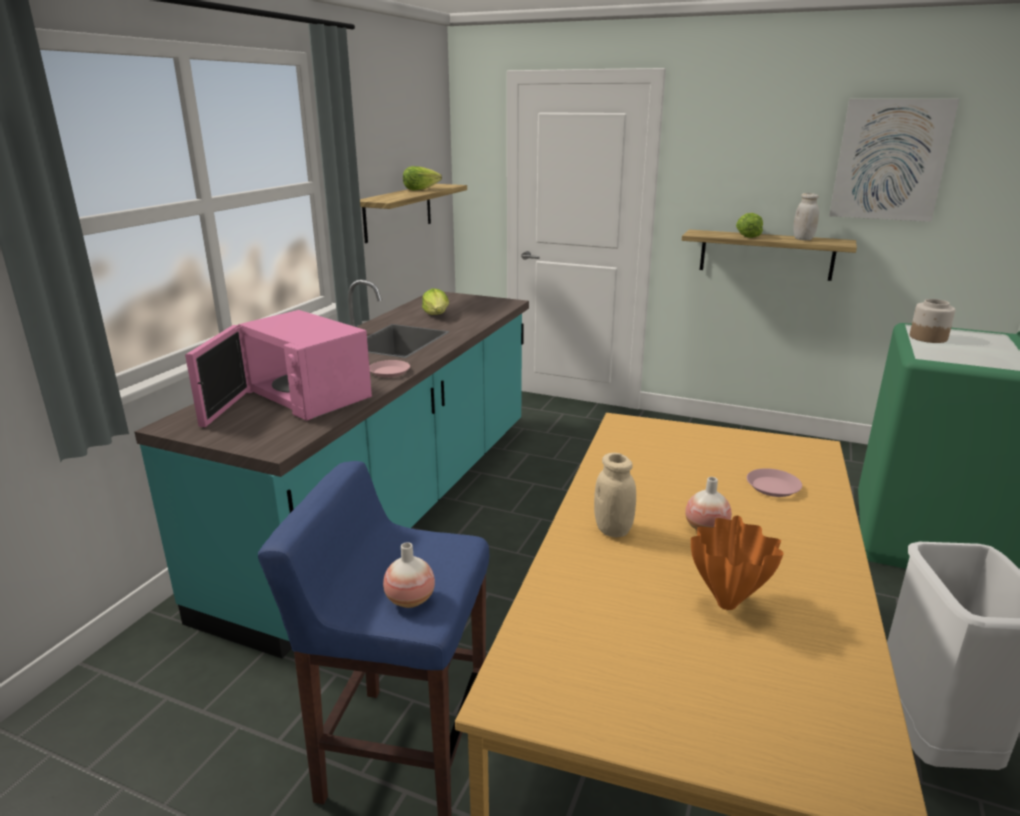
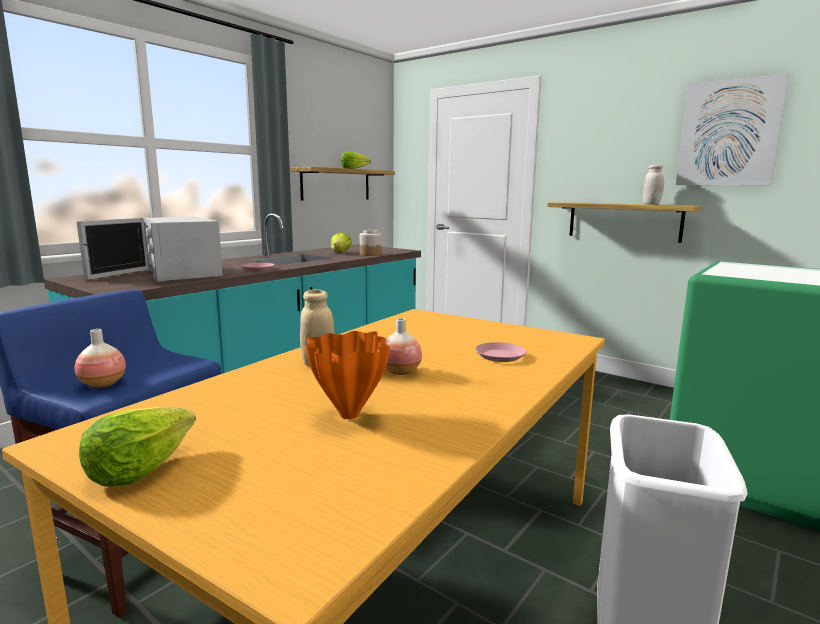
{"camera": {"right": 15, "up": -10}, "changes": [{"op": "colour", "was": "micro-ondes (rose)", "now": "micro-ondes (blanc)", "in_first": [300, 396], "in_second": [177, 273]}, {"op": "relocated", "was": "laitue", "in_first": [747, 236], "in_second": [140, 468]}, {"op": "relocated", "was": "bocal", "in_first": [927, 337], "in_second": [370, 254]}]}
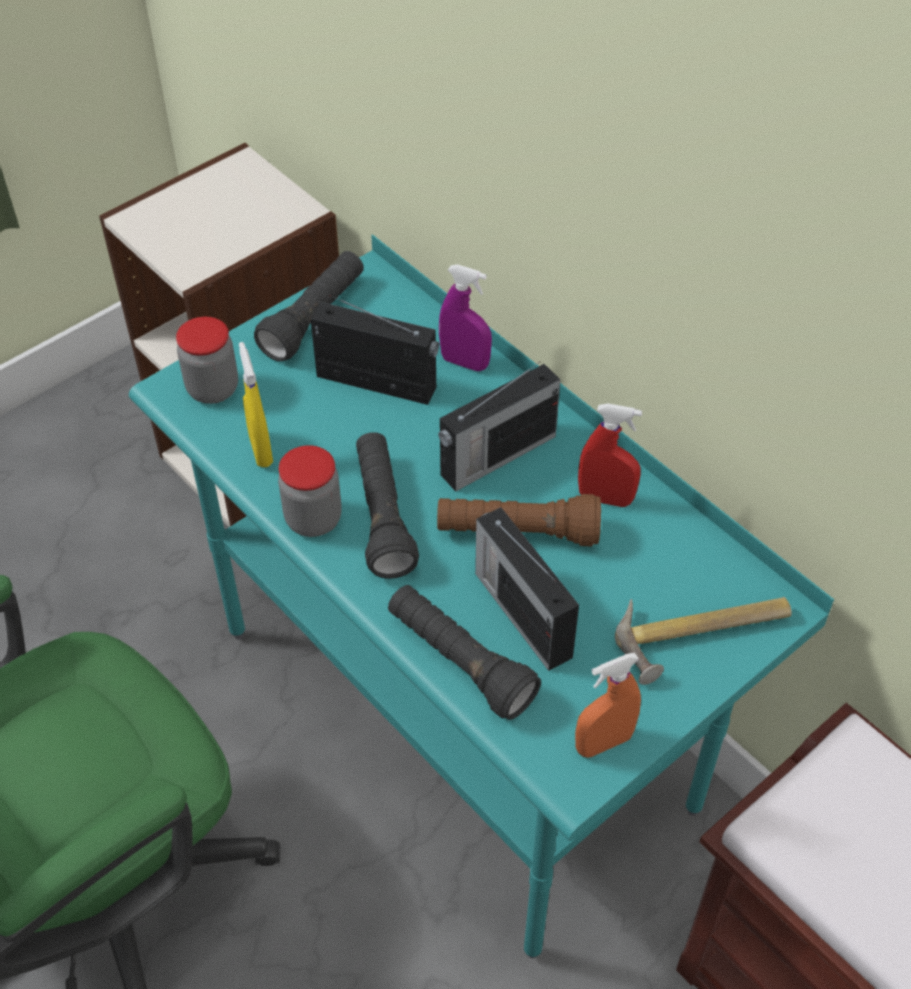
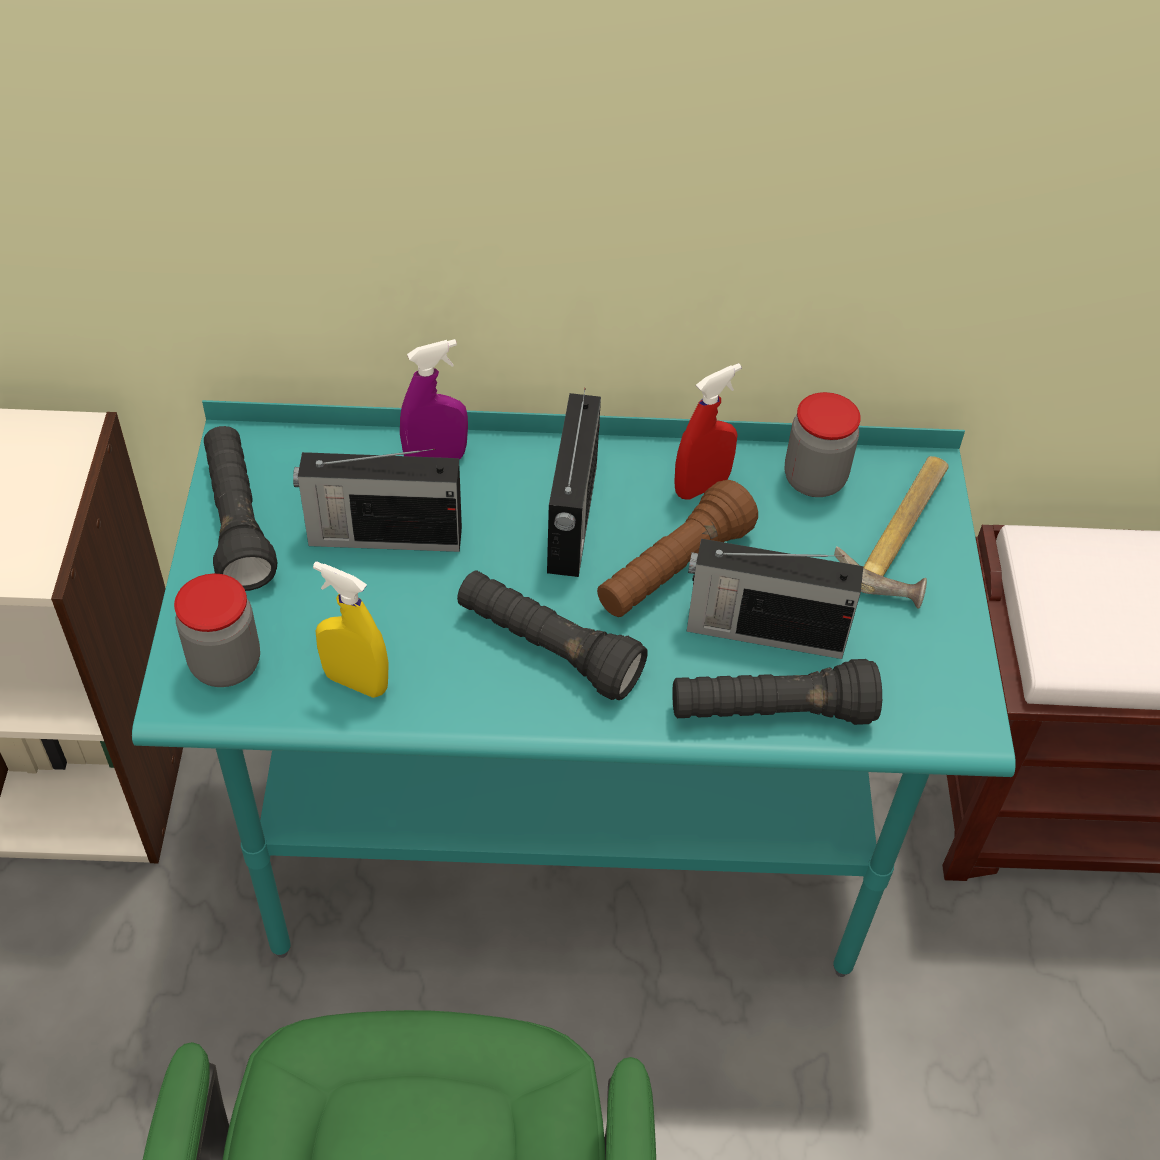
{"camera": {"right": -50, "up": 0}, "changes": [{"op": "spun", "was": "radio", "in_first": [378, 383], "in_second": [382, 536], "clockwise": -150}, {"op": "relocated", "was": "bocal", "in_first": [313, 519], "in_second": [814, 479]}, {"op": "missing", "was": "vaporisateur (orange)", "in_first": [603, 743]}]}
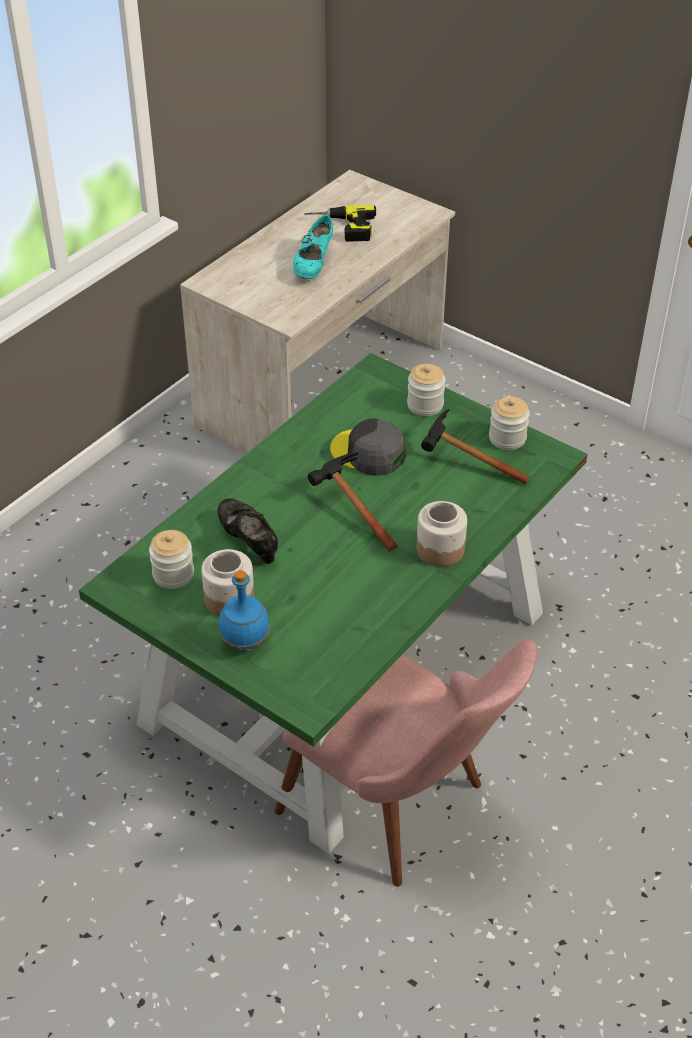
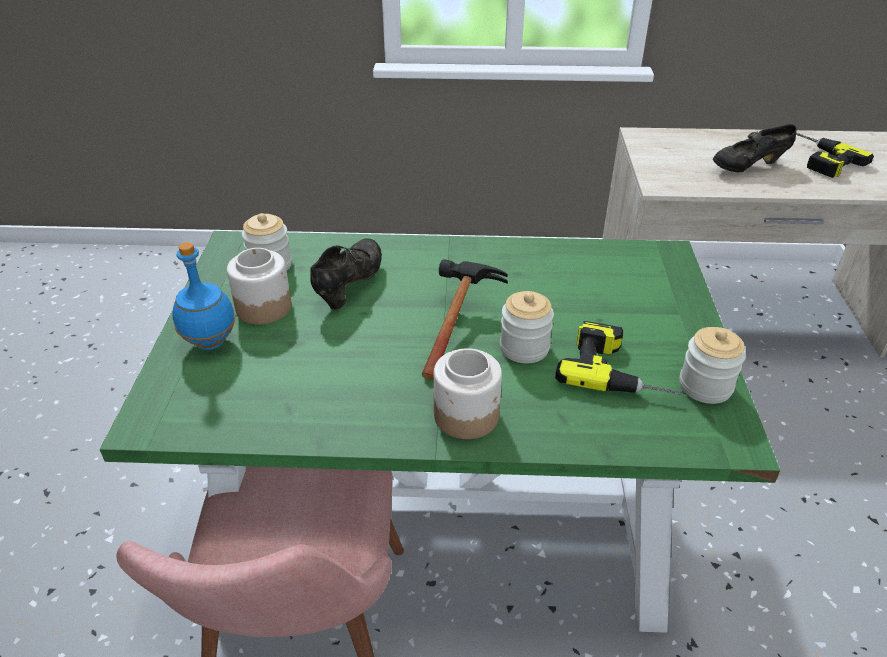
{"camera": {"right": 55, "up": -5}, "changes": [{"op": "relocated", "was": "bocal", "in_first": [425, 405], "in_second": [524, 348]}, {"op": "exchanged", "was": "marteau", "now": "perceuse", "in_first": [462, 463], "in_second": [620, 370]}, {"op": "colour", "was": "chaussure (turquoise)", "now": "chaussure (noir)", "in_first": [313, 265], "in_second": [748, 167]}, {"op": "missing", "was": "casquette (gris)", "in_first": [368, 453]}]}
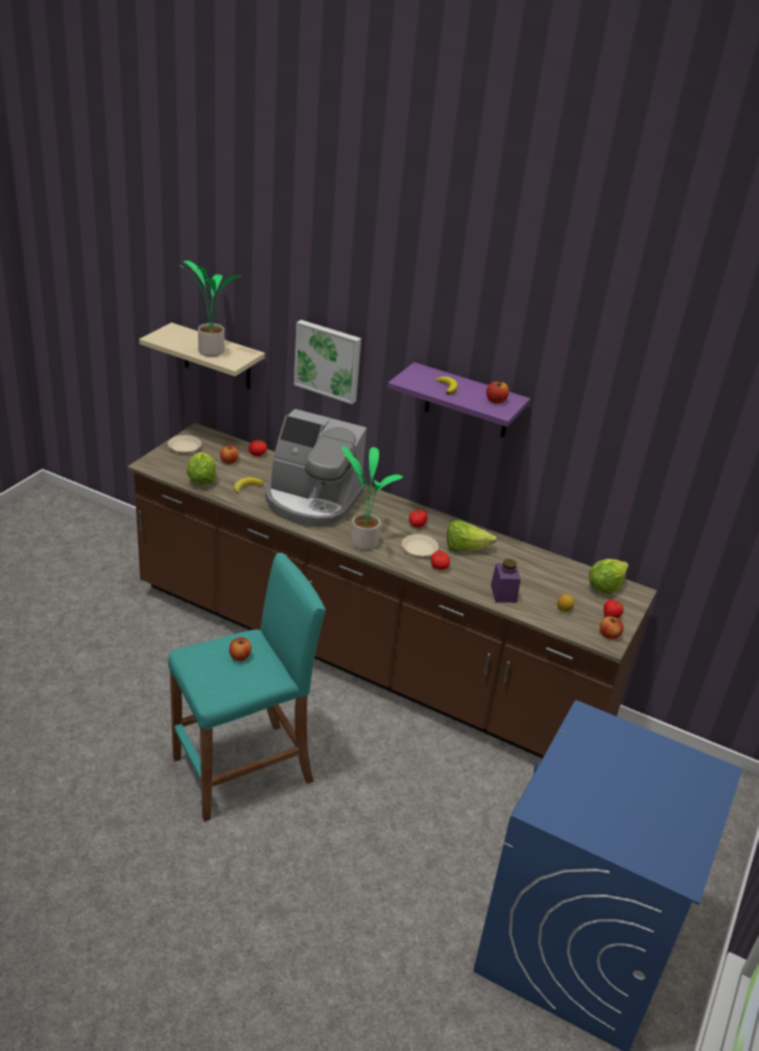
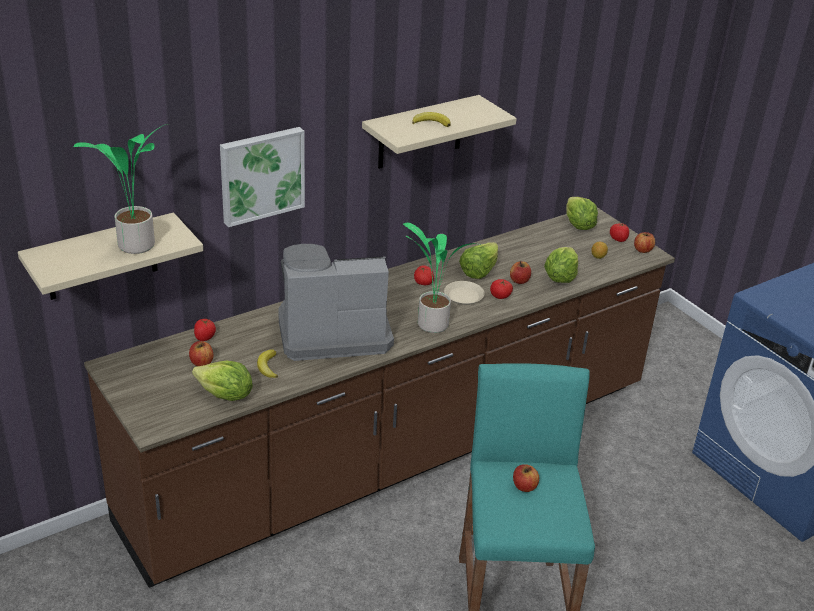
{"camera": {"right": -60, "up": 0}, "changes": [{"op": "spun", "was": "machine à café", "in_first": [312, 501], "in_second": [331, 331], "clockwise": -150}, {"op": "colour", "was": "étagère (violet)", "now": "étagère (beige)", "in_first": [467, 402], "in_second": [420, 132]}, {"op": "relocated", "was": "pomme", "in_first": [496, 401], "in_second": [519, 280]}, {"op": "exchanged", "was": "bocal (violet)", "now": "laitue", "in_first": [503, 593], "in_second": [560, 277]}, {"op": "missing", "was": "assiette (beige)", "in_first": [184, 447]}]}
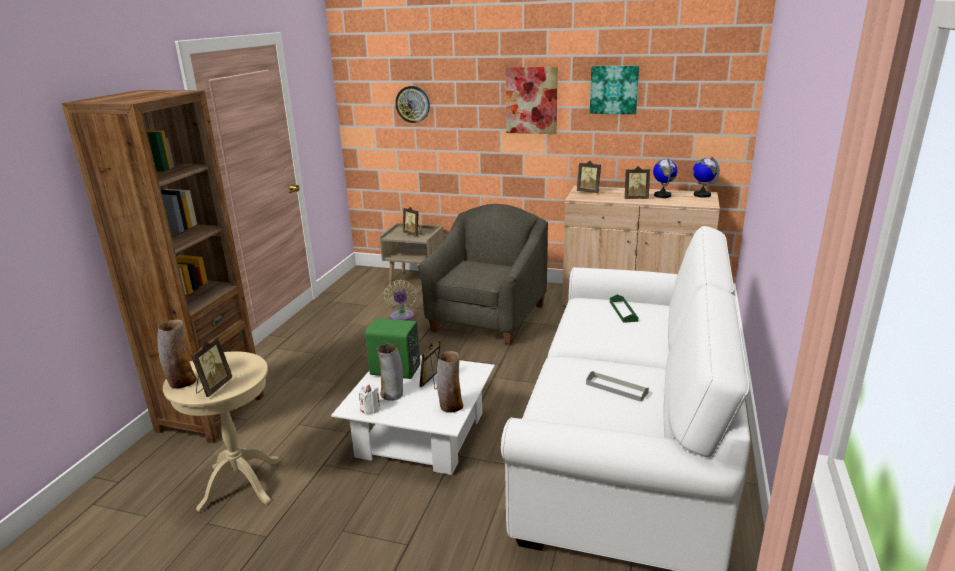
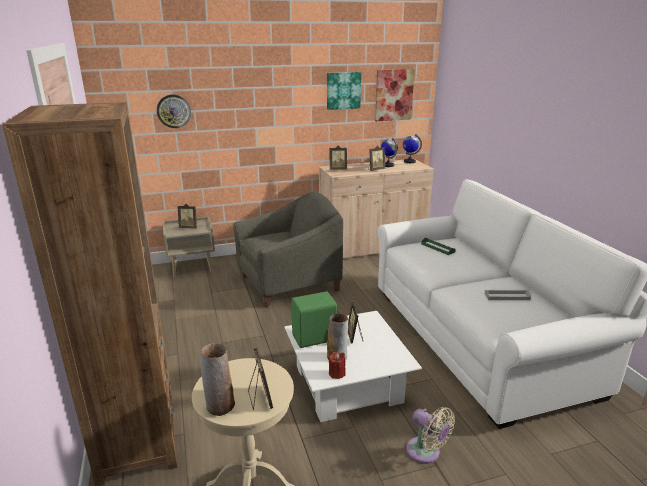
{"camera": {"right": -35, "up": 0}, "changes": [{"op": "spun", "was": "fauteuil (gris)", "in_first": [487, 318], "in_second": [288, 283], "clockwise": 75}, {"op": "colour", "was": "bougie (blanc)", "now": "bougie (rouge)", "in_first": [370, 409], "in_second": [337, 373]}, {"op": "relocated", "was": "tableau", "in_first": [531, 100], "in_second": [393, 95]}, {"op": "relocated", "was": "ventilateur (beige)", "in_first": [402, 317], "in_second": [426, 453]}, {"op": "missing", "was": "vase", "in_first": [450, 406]}]}
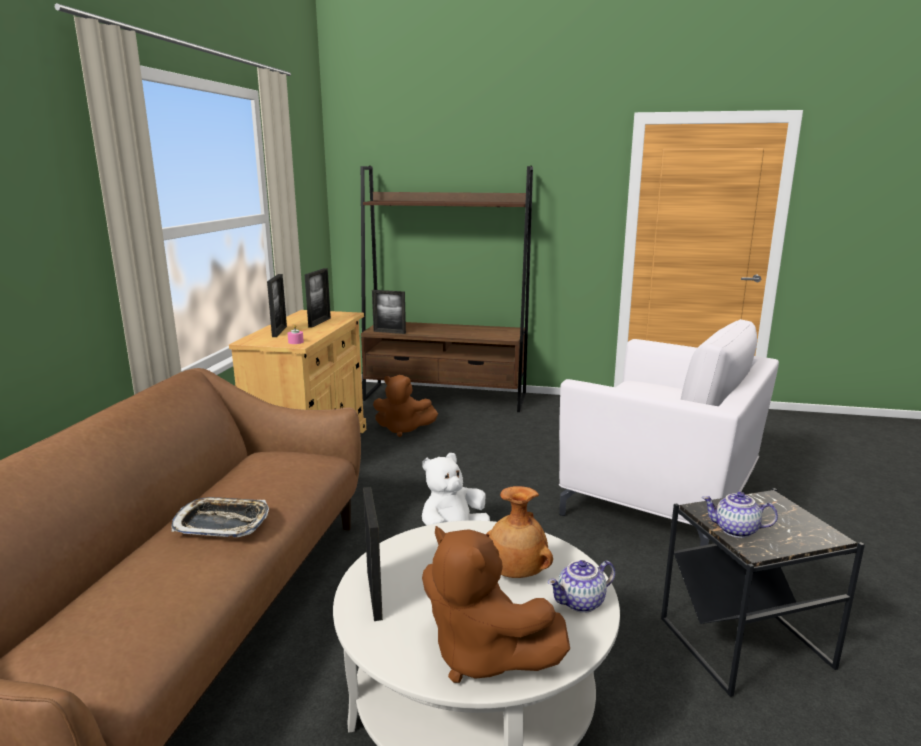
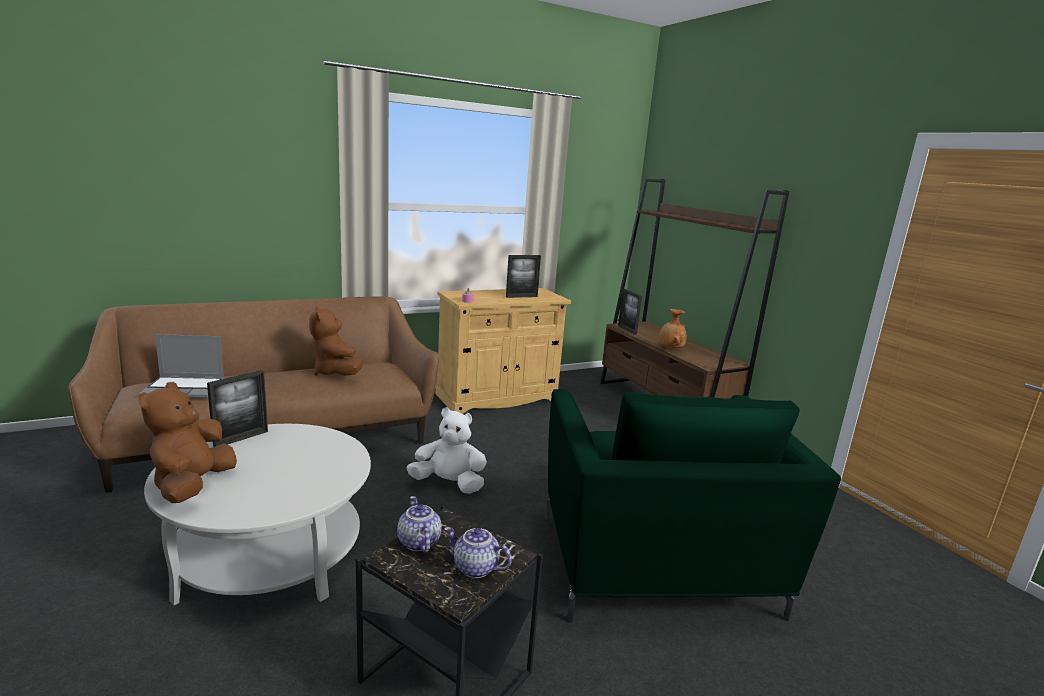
{"camera": {"right": 50, "up": 0}, "changes": [{"op": "appeared", "now": "ordinateur portable", "in_second": [185, 389]}, {"op": "relocated", "was": "peluche (marron)", "in_first": [403, 429], "in_second": [336, 373]}, {"op": "relocated", "was": "théière", "in_first": [581, 603], "in_second": [474, 568]}, {"op": "colour", "was": "fauteuil (blanc)", "now": "fauteuil (vert)", "in_first": [662, 498], "in_second": [654, 566]}, {"op": "relocated", "was": "vase (marron)", "in_first": [516, 573], "in_second": [670, 349]}, {"op": "missing", "was": "plateau", "in_first": [222, 523]}, {"op": "missing", "was": "cadre photo", "in_first": [279, 331]}]}
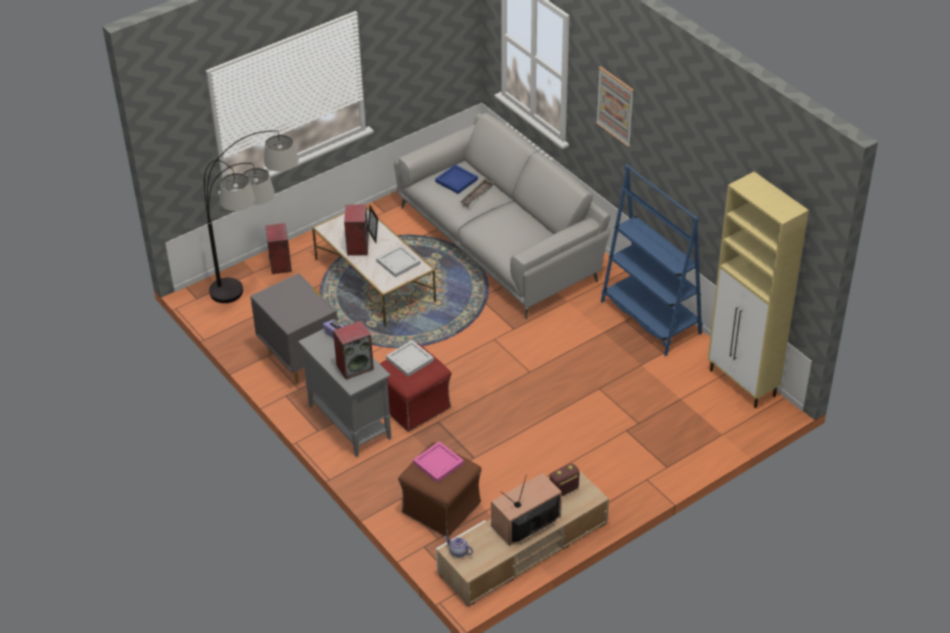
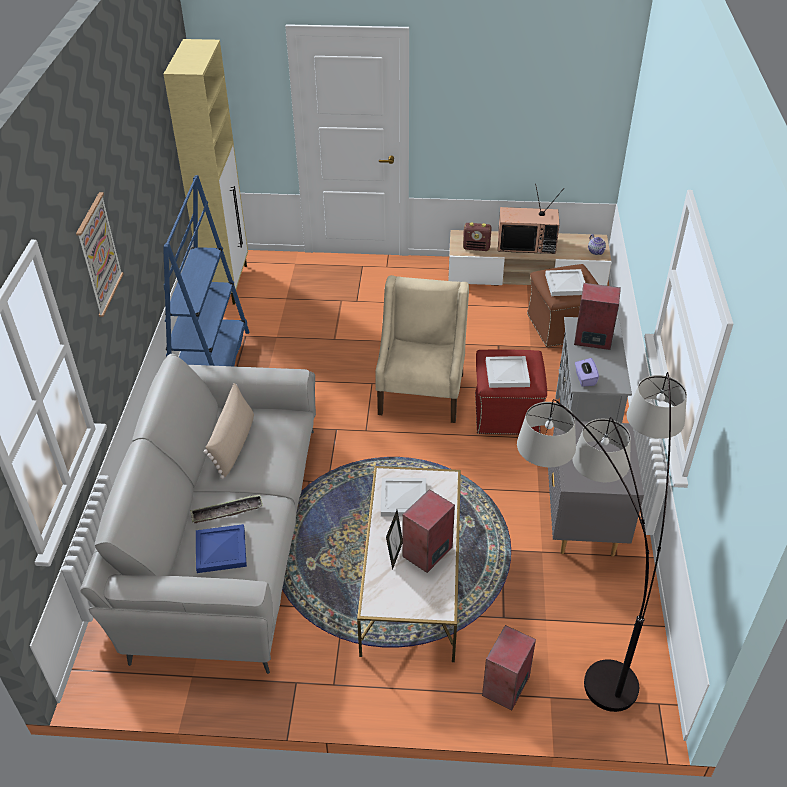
{"camera": {"right": -140, "up": 0}, "changes": [{"op": "appeared", "now": "coussin (beige)", "in_second": [233, 444]}, {"op": "appeared", "now": "fauteuil (beige)", "in_second": [422, 393]}, {"op": "colour", "was": "plateau (rose)", "now": "plateau (blanc)", "in_first": [438, 462], "in_second": [565, 285]}]}
